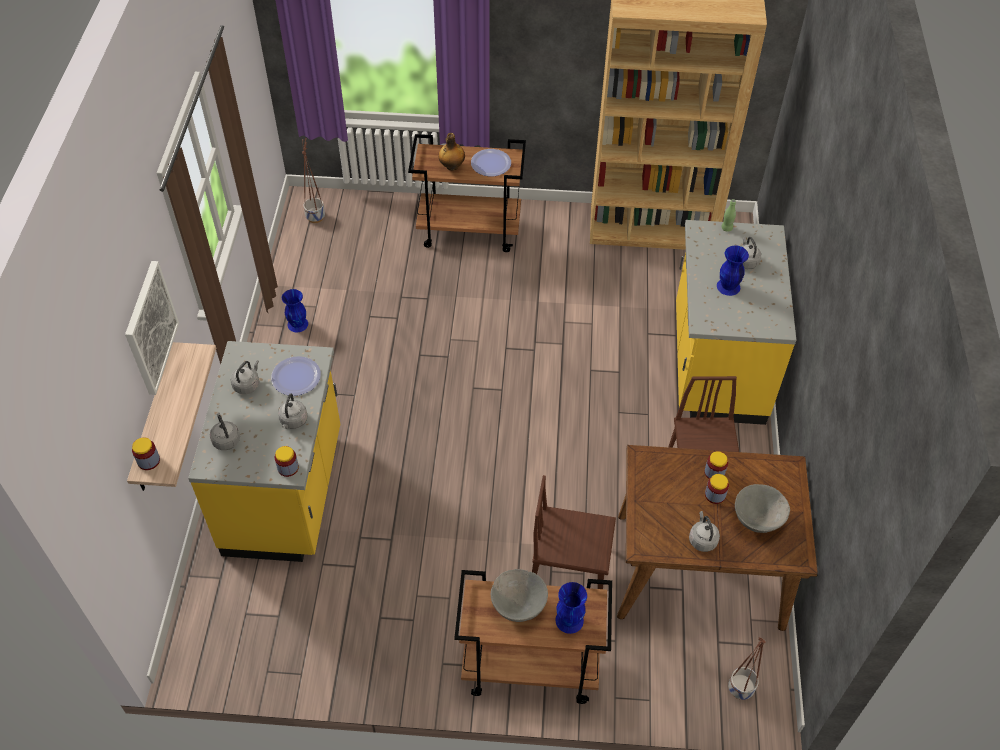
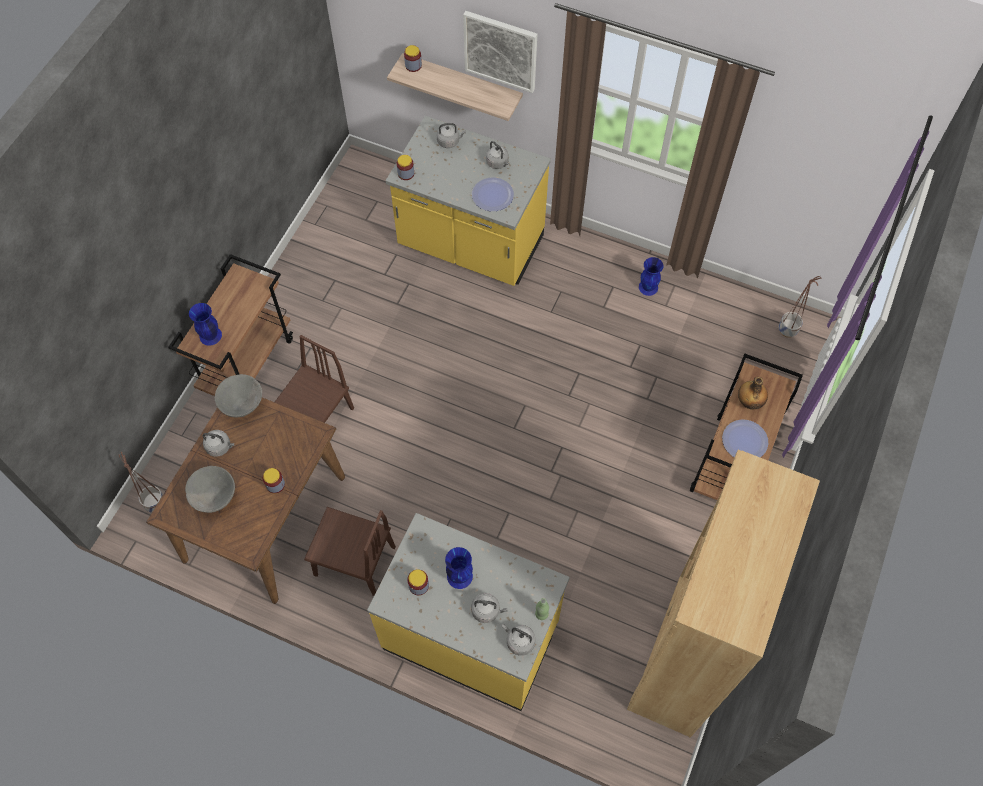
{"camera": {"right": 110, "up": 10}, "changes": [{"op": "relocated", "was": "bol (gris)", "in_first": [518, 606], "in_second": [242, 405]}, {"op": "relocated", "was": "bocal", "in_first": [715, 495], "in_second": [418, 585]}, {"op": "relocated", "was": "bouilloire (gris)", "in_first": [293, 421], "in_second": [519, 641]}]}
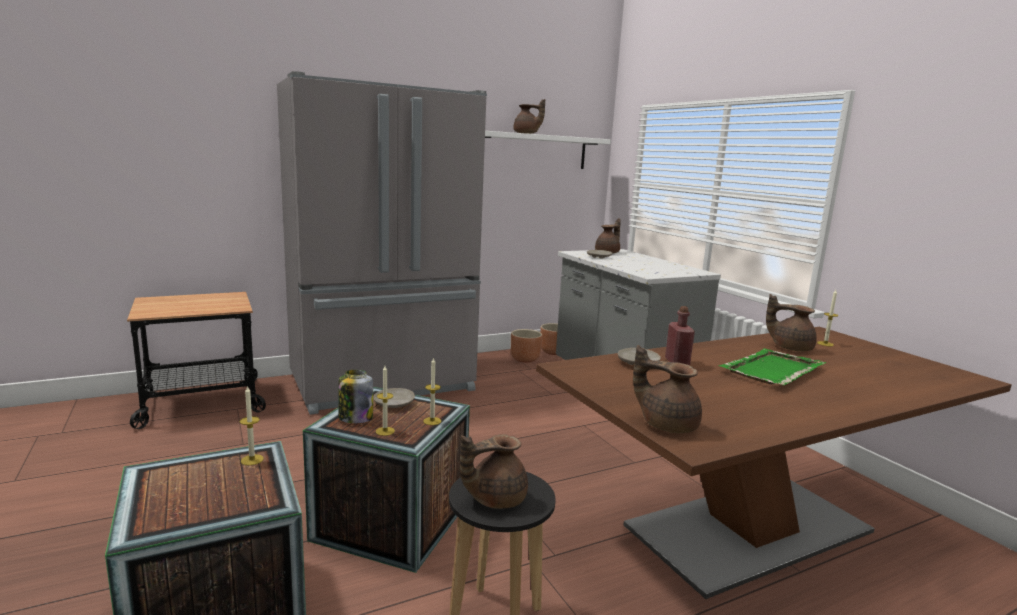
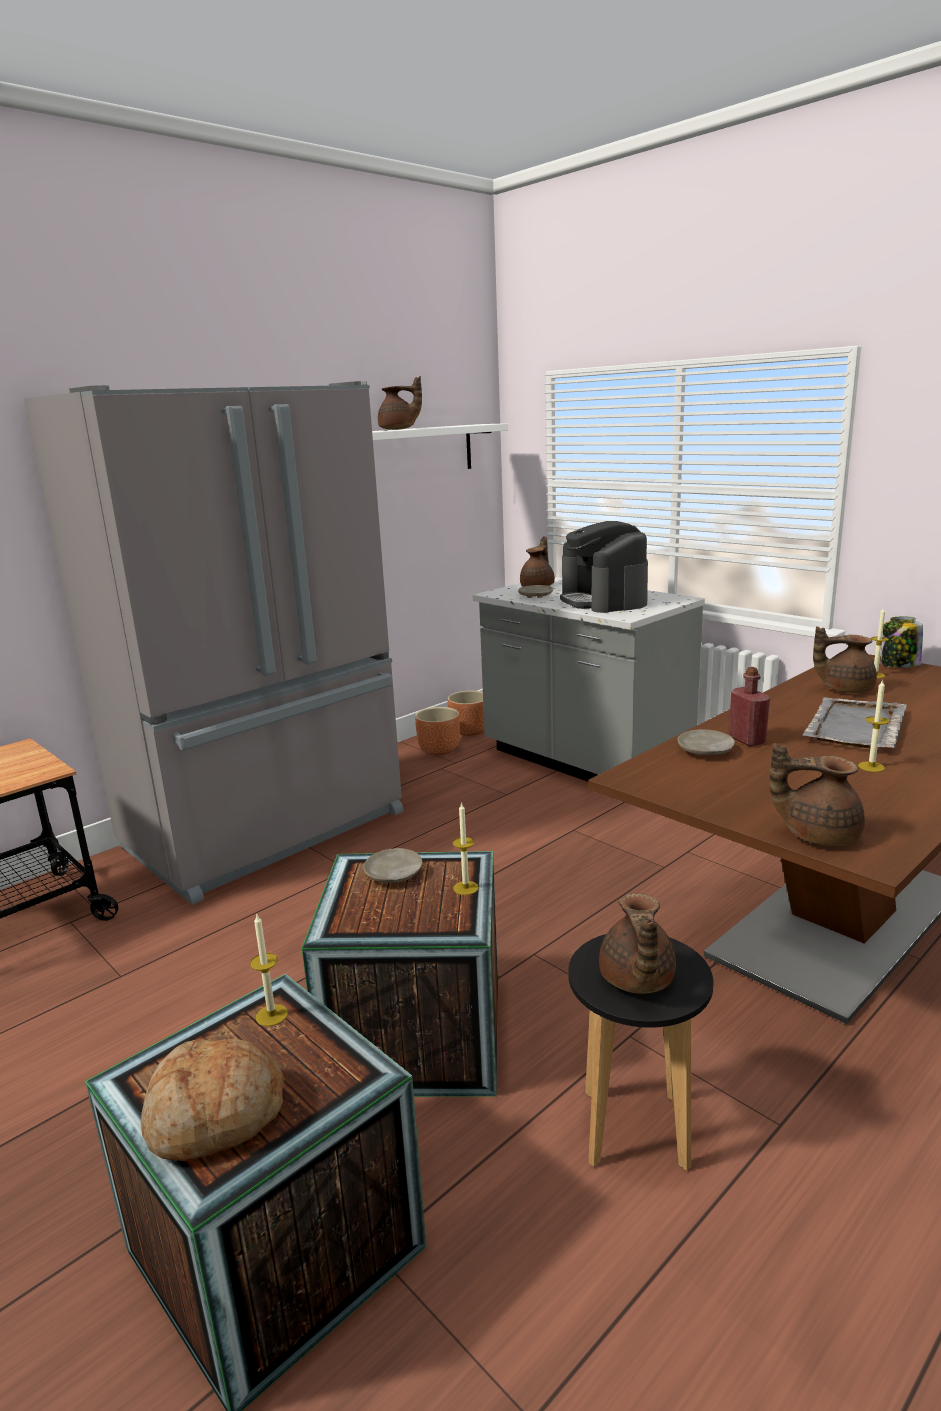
{"camera": {"right": -15, "up": 5}, "changes": [{"op": "appeared", "now": "pain", "in_second": [215, 1117]}, {"op": "appeared", "now": "machine à café", "in_second": [603, 601]}, {"op": "spun", "was": "théière (marron)", "in_first": [494, 498], "in_second": [636, 980], "clockwise": -45}, {"op": "colour", "was": "plateau (vert)", "now": "plateau (gris)", "in_first": [771, 370], "in_second": [854, 727]}, {"op": "relocated", "was": "bougie", "in_first": [385, 431], "in_second": [871, 767]}, {"op": "relocated", "was": "bocal", "in_first": [355, 418], "in_second": [898, 665]}]}
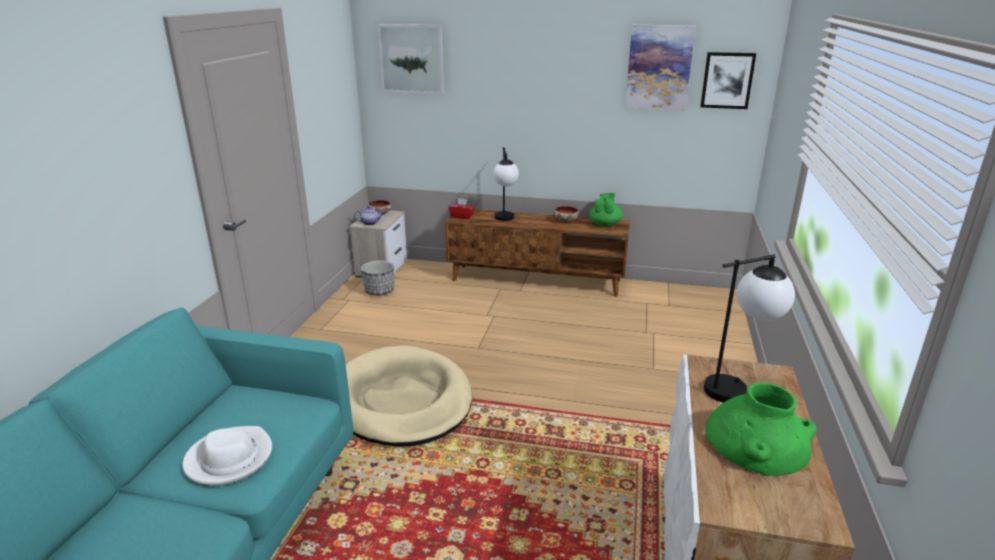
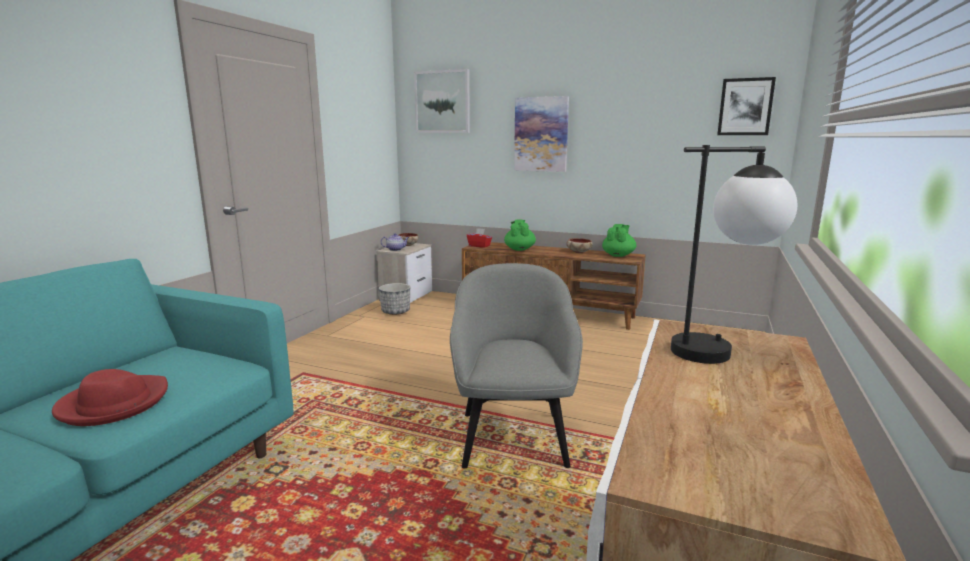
{"camera": {"right": 10, "up": -10}, "changes": [{"op": "colour", "was": "chapeau (blanc)", "now": "chapeau (rouge)", "in_first": [229, 459], "in_second": [114, 404]}, {"op": "appeared", "now": "fauteuil (gris)", "in_second": [513, 437]}, {"op": "exchanged", "was": "lampe de table", "now": "théière (vert)", "in_first": [505, 220], "in_second": [519, 249]}, {"op": "relocated", "was": "tableau", "in_first": [659, 67], "in_second": [541, 134]}, {"op": "missing", "was": "panier pour chien (beige)", "in_first": [402, 401]}, {"op": "missing", "was": "vase (vert)", "in_first": [757, 441]}]}
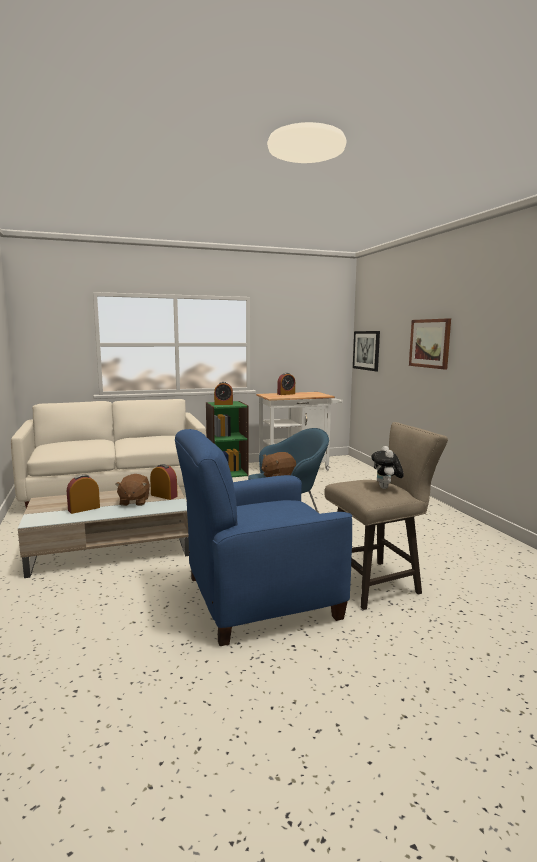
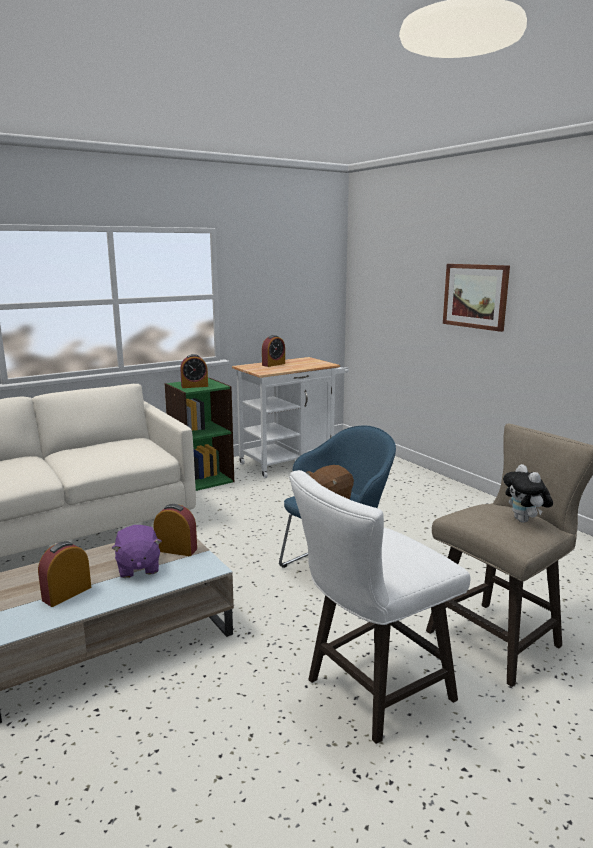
{"camera": {"right": -15, "up": 5}, "changes": [{"op": "colour", "was": "peluche (marron)", "now": "peluche (violet)", "in_first": [134, 501], "in_second": [138, 567]}, {"op": "exchanged", "was": "fauteuil (bleu)", "now": "tabouret (blanc)", "in_first": [259, 597], "in_second": [371, 693]}, {"op": "missing", "was": "tableau", "in_first": [366, 350]}]}
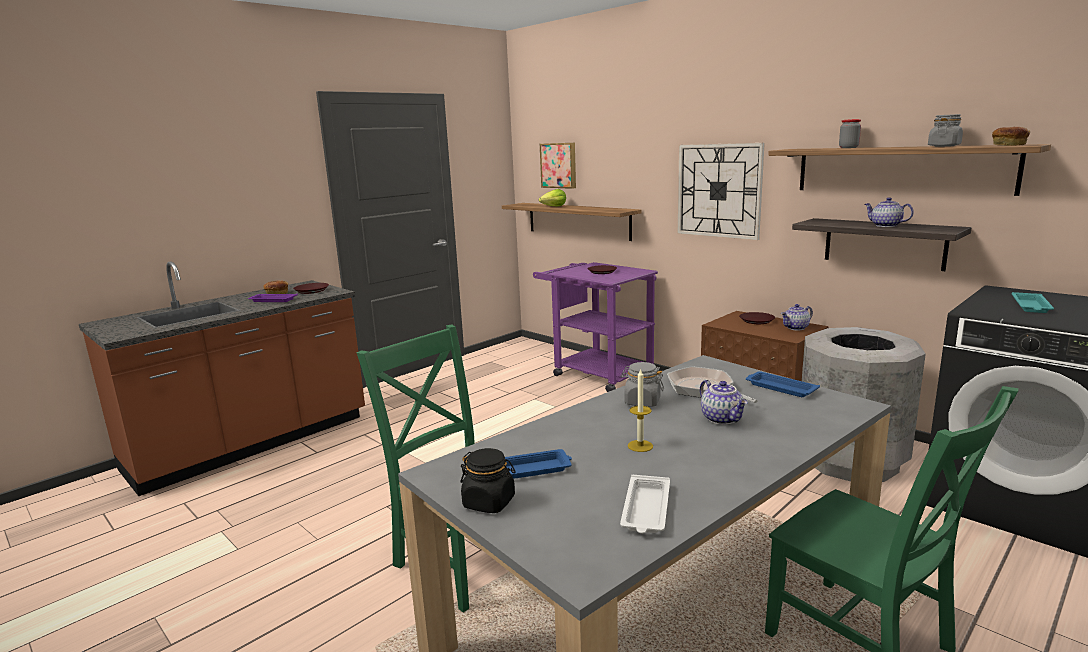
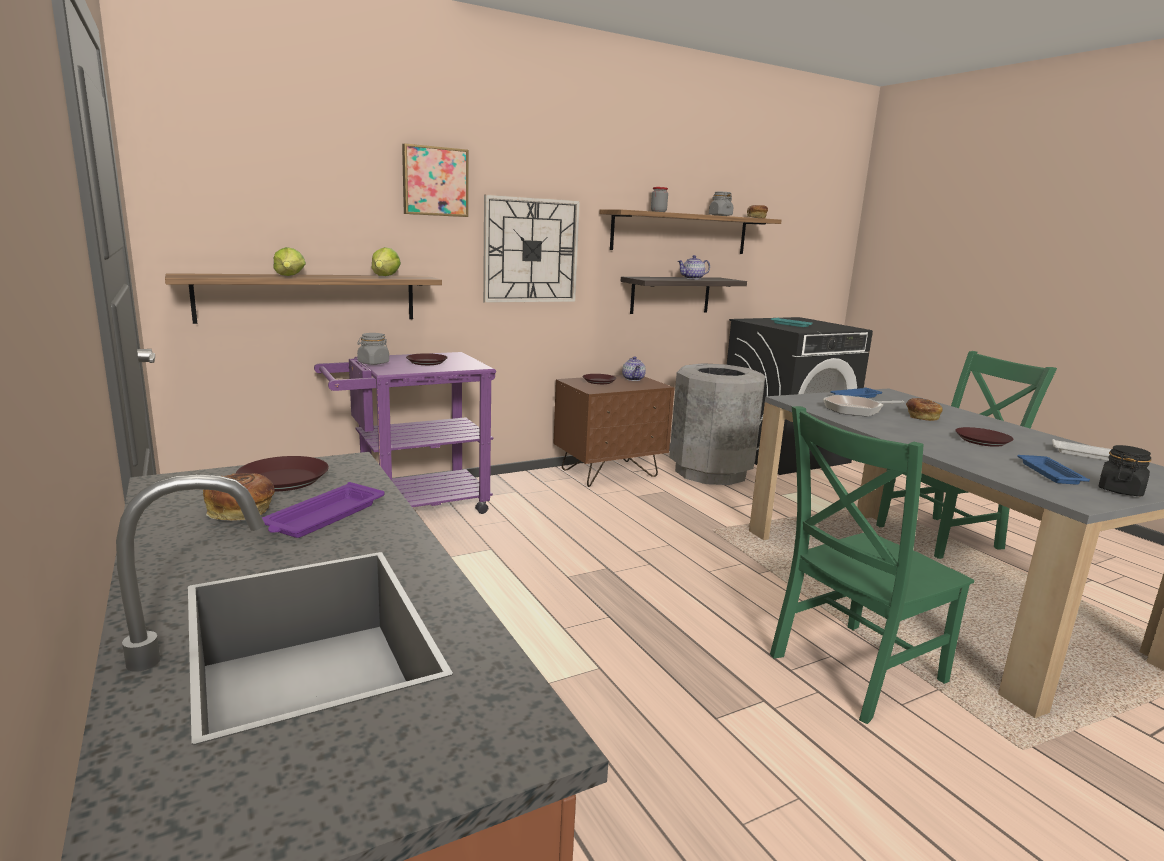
{"camera": {"right": -75, "up": 0}, "changes": [{"op": "relocated", "was": "bocal (gris)", "in_first": [642, 402], "in_second": [373, 363]}, {"op": "appeared", "now": "laitue", "in_second": [385, 276]}, {"op": "relocated", "was": "tableau", "in_first": [559, 165], "in_second": [435, 181]}, {"op": "exchanged", "was": "théière", "now": "pain", "in_first": [722, 419], "in_second": [921, 417]}, {"op": "exchanged", "was": "bougie", "now": "assiette (marron)", "in_first": [640, 446], "in_second": [982, 441]}]}
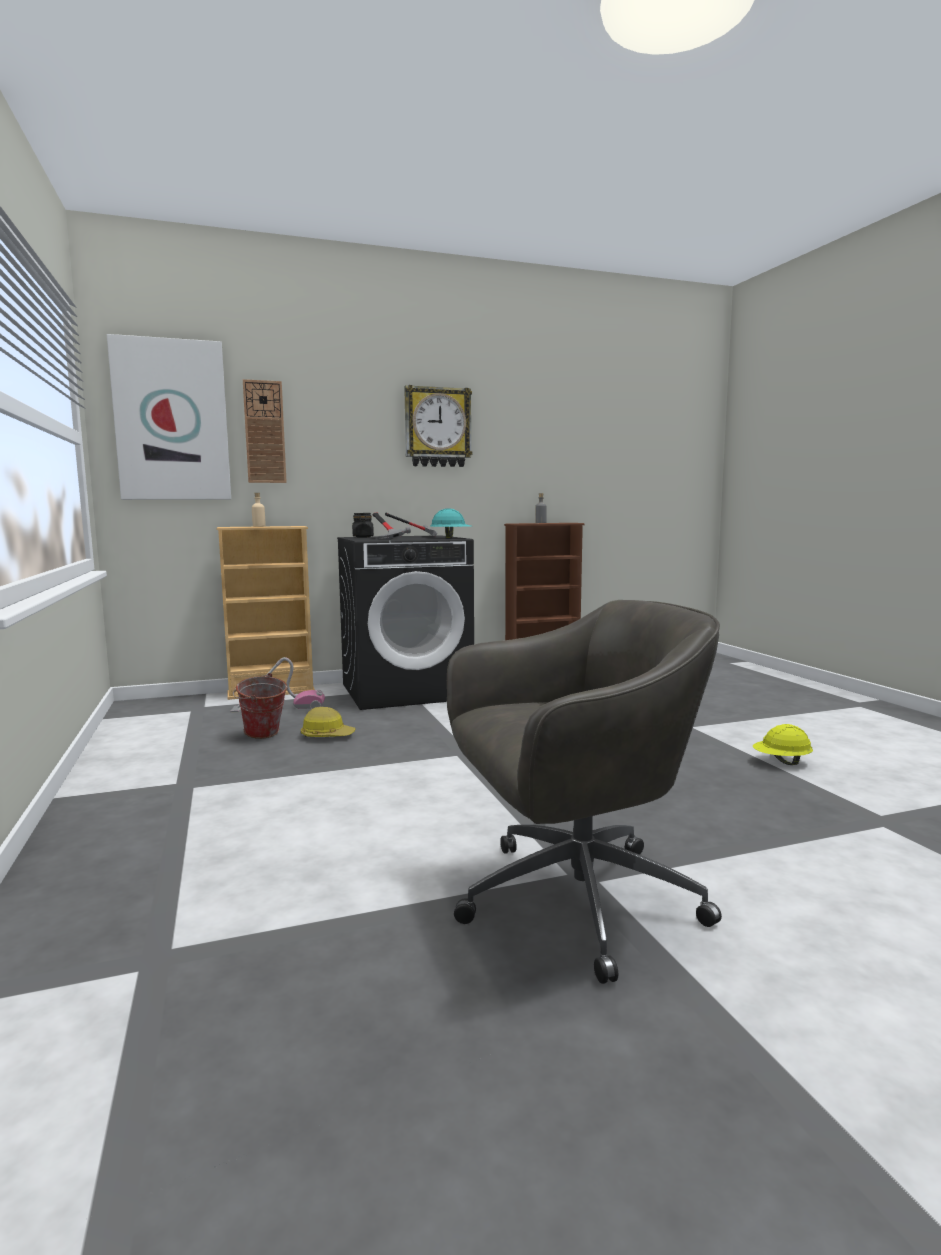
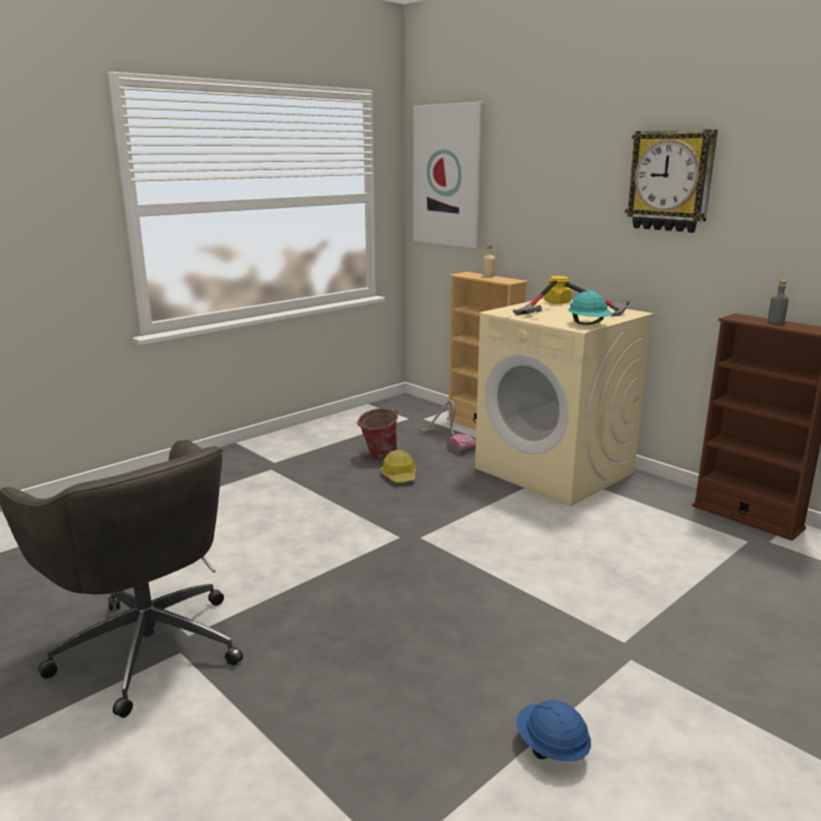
{"camera": {"right": 65, "up": 10}, "changes": [{"op": "colour", "was": "lave-linge (noir)", "now": "lave-linge (beige)", "in_first": [406, 691], "in_second": [555, 470]}, {"op": "colour", "was": "casque de chantier (jaune)", "now": "casque de chantier (bleu)", "in_first": [781, 762], "in_second": [551, 748]}, {"op": "colour", "was": "bocal (noir)", "now": "bocal (jaune)", "in_first": [363, 537], "in_second": [557, 302]}, {"op": "missing", "was": "horloge murale", "in_first": [264, 432]}]}
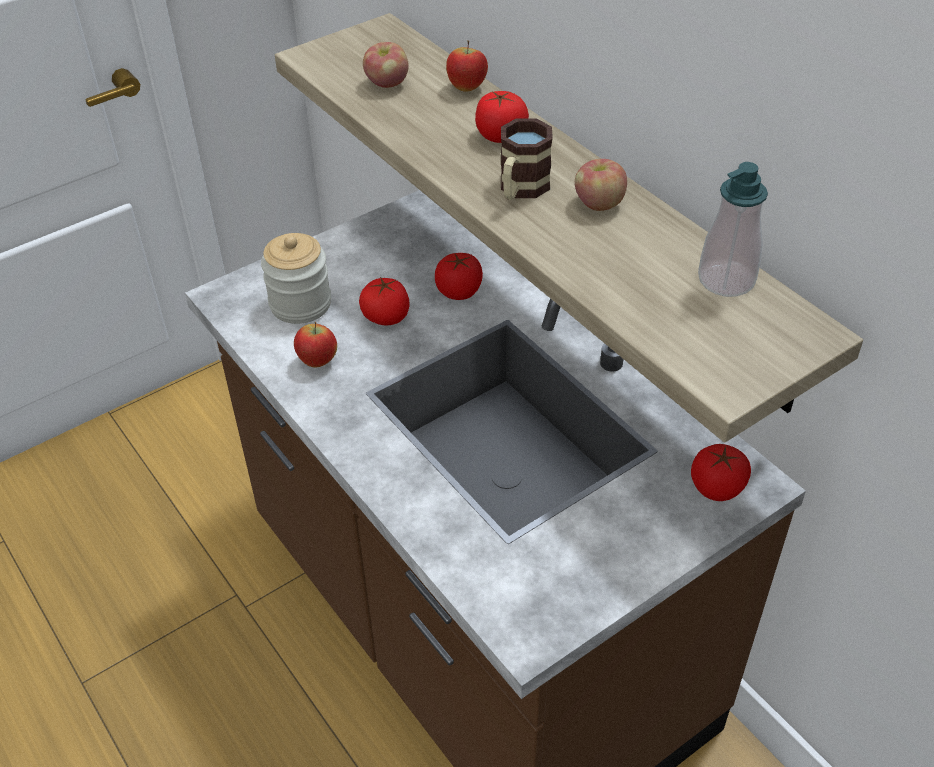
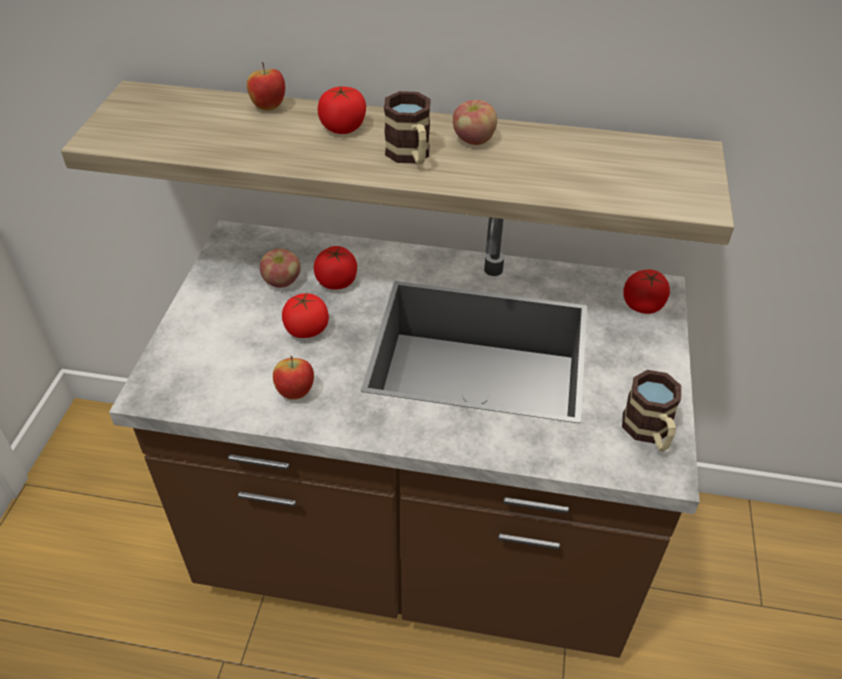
{"camera": {"right": -45, "up": 0}, "changes": [{"op": "relocated", "was": "pomme", "in_first": [387, 83], "in_second": [282, 282]}, {"op": "appeared", "now": "mug", "in_second": [649, 432]}, {"op": "missing", "was": "bocal", "in_first": [300, 304]}, {"op": "missing", "was": "distributeur de savon", "in_first": [726, 280]}]}
